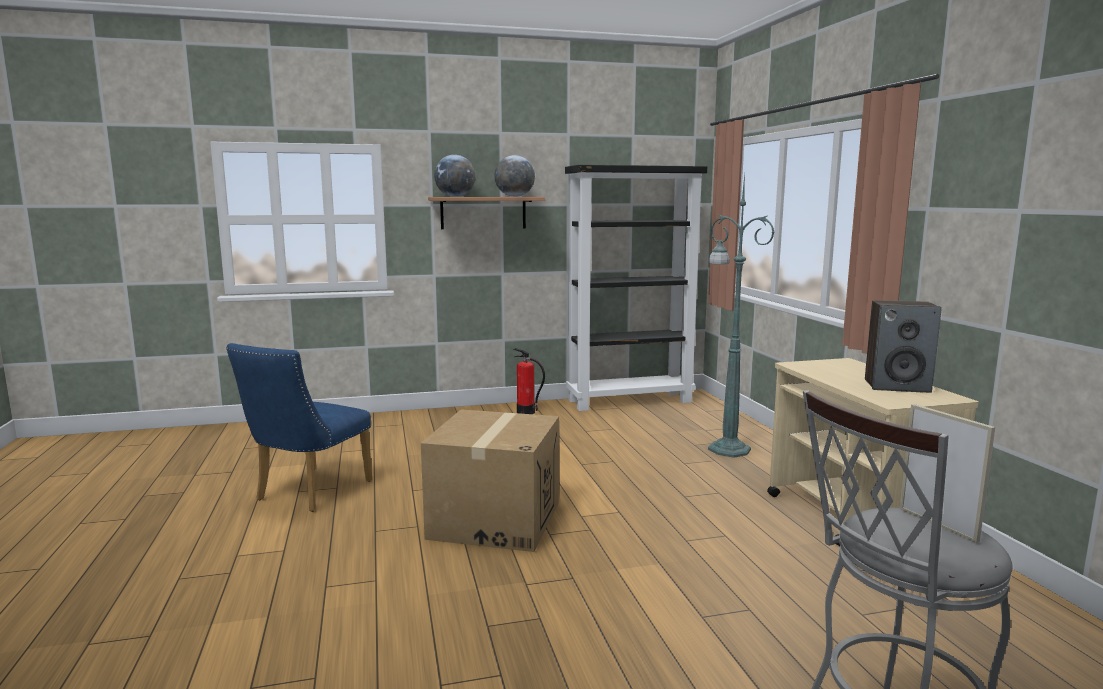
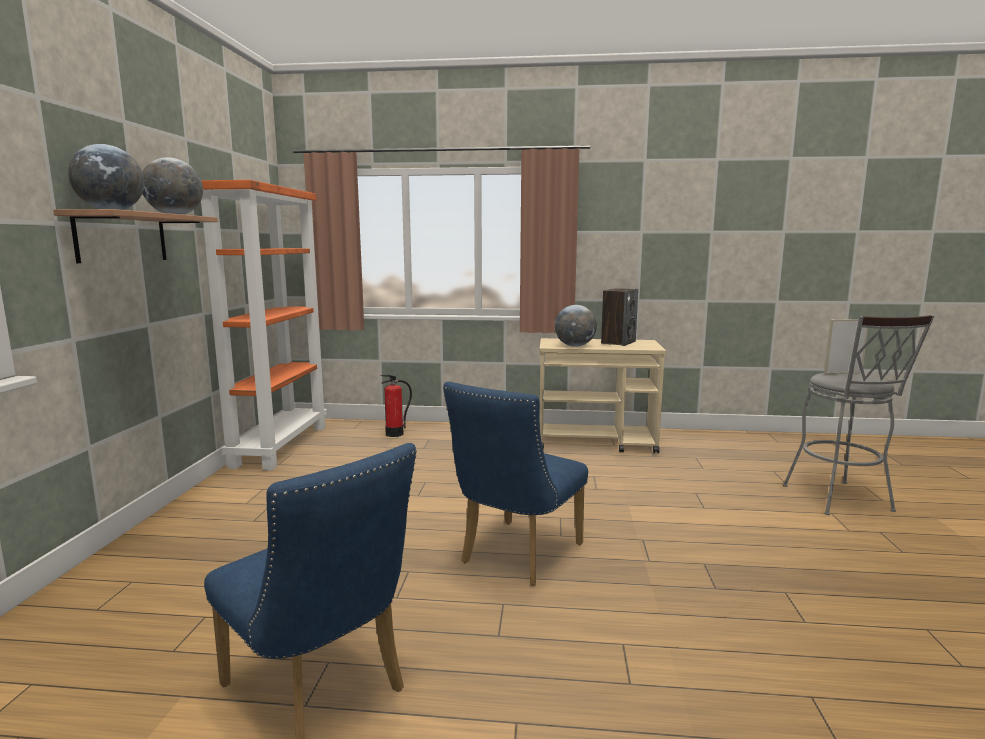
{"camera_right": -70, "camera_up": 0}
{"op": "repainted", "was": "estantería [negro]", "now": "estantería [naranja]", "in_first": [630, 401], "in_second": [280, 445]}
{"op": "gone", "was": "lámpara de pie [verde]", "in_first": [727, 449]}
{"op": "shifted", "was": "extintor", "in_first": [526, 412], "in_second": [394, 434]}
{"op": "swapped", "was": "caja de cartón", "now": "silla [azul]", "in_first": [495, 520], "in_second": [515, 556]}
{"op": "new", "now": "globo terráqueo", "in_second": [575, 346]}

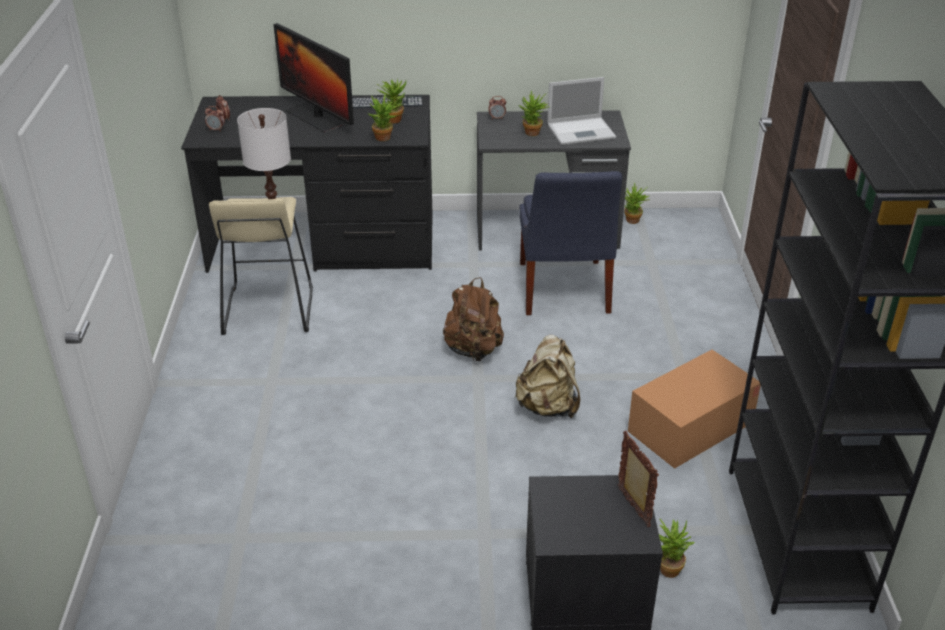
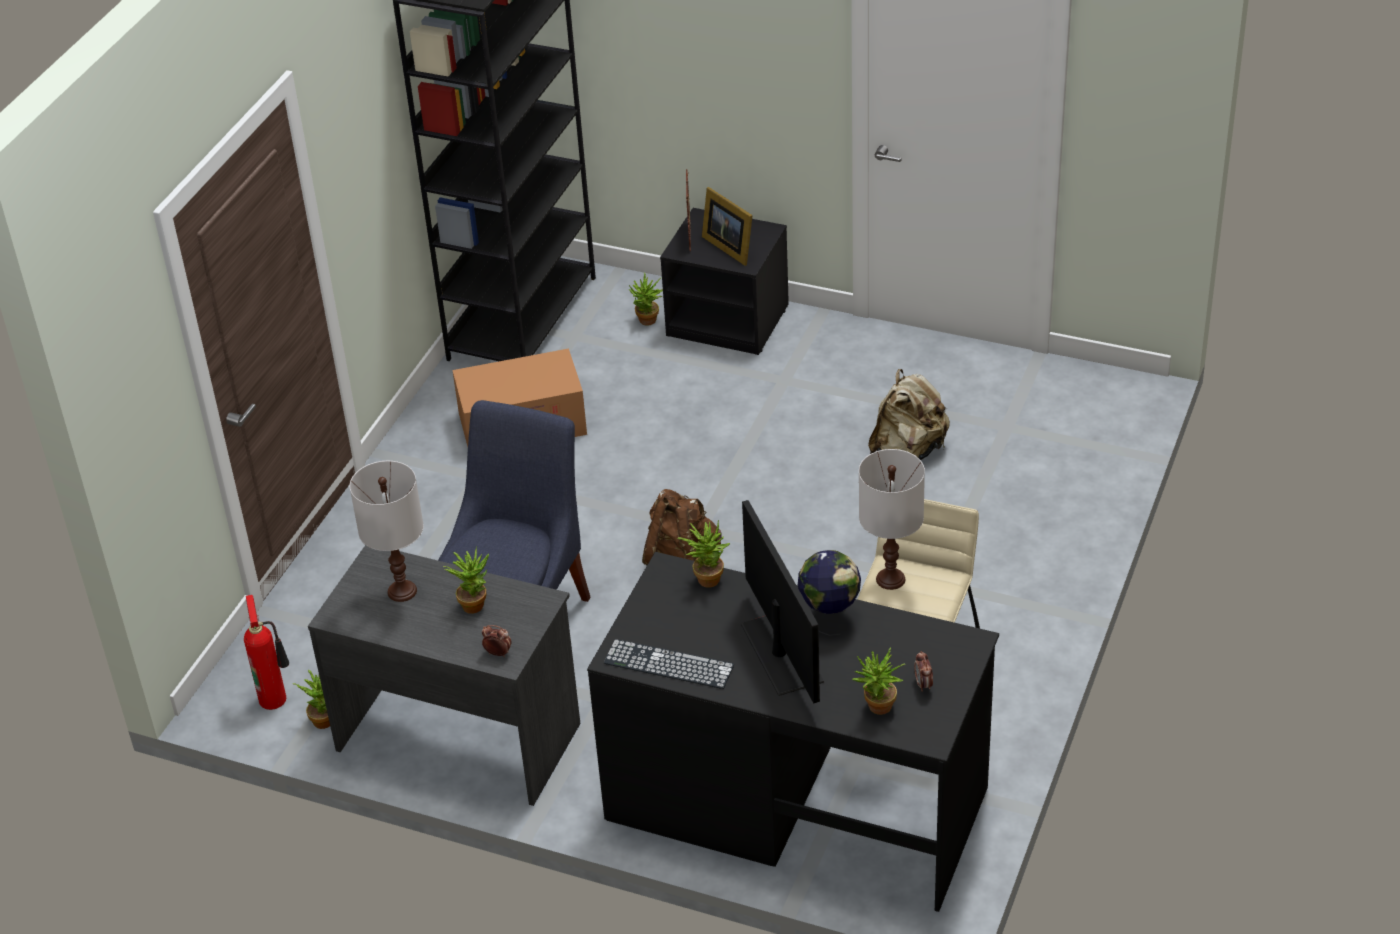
{"camera_right": -155, "camera_up": 5}
{"op": "swapped", "was": "portátil", "now": "lámpara de mesa [blanco]", "in_first": [582, 131], "in_second": [401, 591]}
{"op": "shifted", "was": "planta en maceta", "in_first": [394, 119], "in_second": [877, 709]}
{"op": "gone", "was": "despertador", "in_first": [216, 130]}
{"op": "shifted", "was": "mochila [beis]", "in_first": [548, 407], "in_second": [908, 451]}
{"op": "new", "now": "portarretratos", "in_second": [729, 246]}
{"op": "new", "now": "globo terráqueo", "in_second": [829, 616]}
{"op": "new", "now": "extintor", "in_second": [275, 697]}

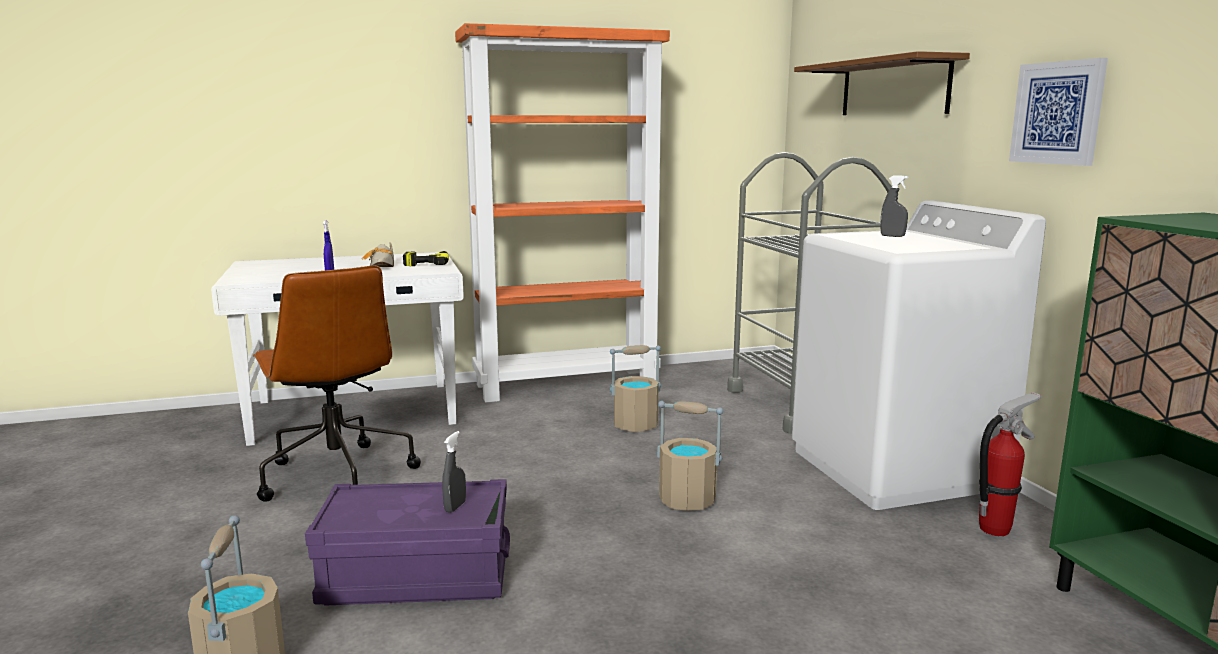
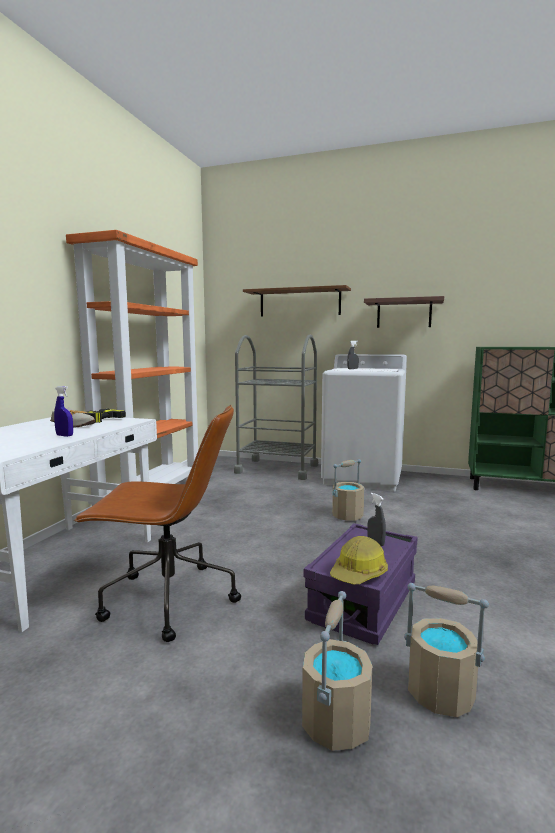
{"camera_right": -55, "camera_up": -5}
{"op": "swapped", "was": "cuadro", "now": "estante", "in_first": [1057, 113], "in_second": [404, 314]}
{"op": "shifted", "was": "cubo [beis]", "in_first": [636, 425], "in_second": [335, 722]}
{"op": "gone", "was": "extintor", "in_first": [995, 529]}
{"op": "new", "now": "casco", "in_second": [359, 573]}

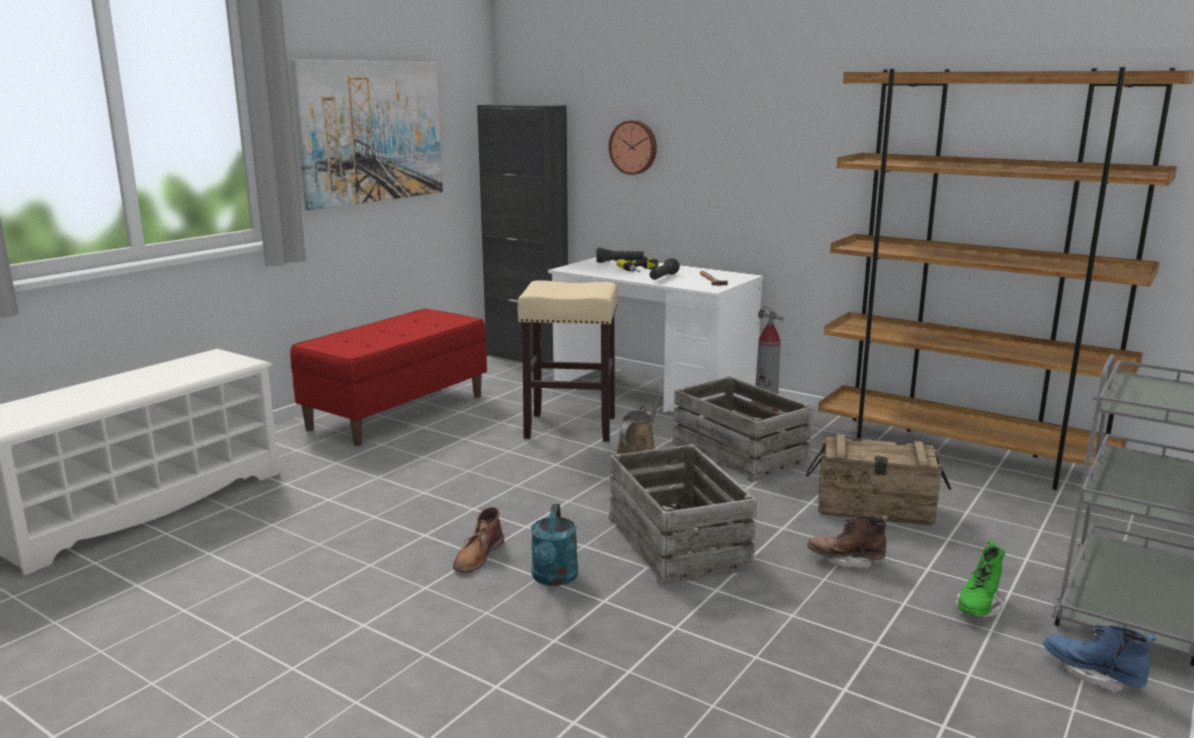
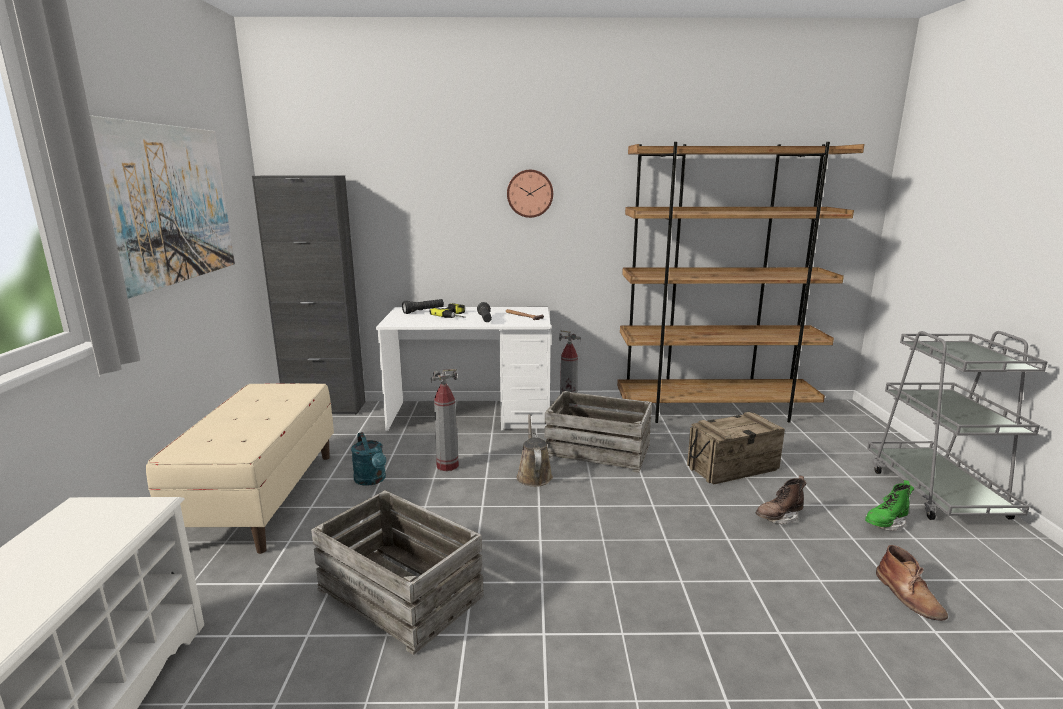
{"camera_right": -35, "camera_up": 0}
{"op": "shifted", "was": "reloj de pared", "in_first": [634, 147], "in_second": [530, 193]}
{"op": "swapped", "was": "taburete [beis]", "now": "extintor", "in_first": [569, 427], "in_second": [447, 466]}
{"op": "repainted", "was": "banco [rojo]", "now": "banco [beis]", "in_first": [397, 412], "in_second": [262, 498]}
{"op": "shifted", "was": "caja de embalaje", "in_first": [678, 542], "in_second": [401, 592]}
{"op": "shifted", "was": "regadera [turquesa]", "in_first": [554, 578], "in_second": [372, 480]}
{"op": "shifted", "was": "bota [marrón]", "in_first": [478, 556], "in_second": [909, 596]}
{"op": "rotated", "was": "bota [verde]", "in_first": [978, 607], "in_second": [885, 524], "clockwise": 60}
{"op": "gone", "was": "bota [azul]", "in_first": [1092, 674]}

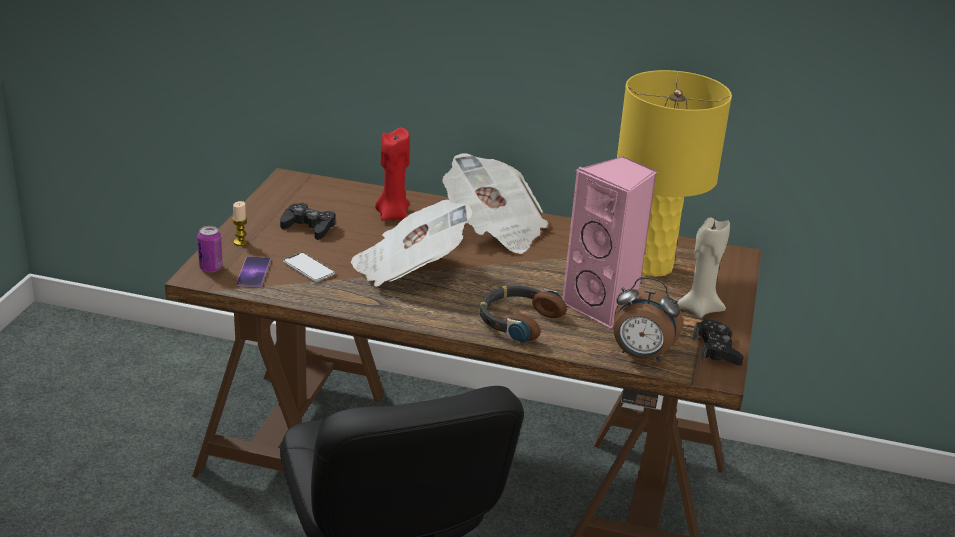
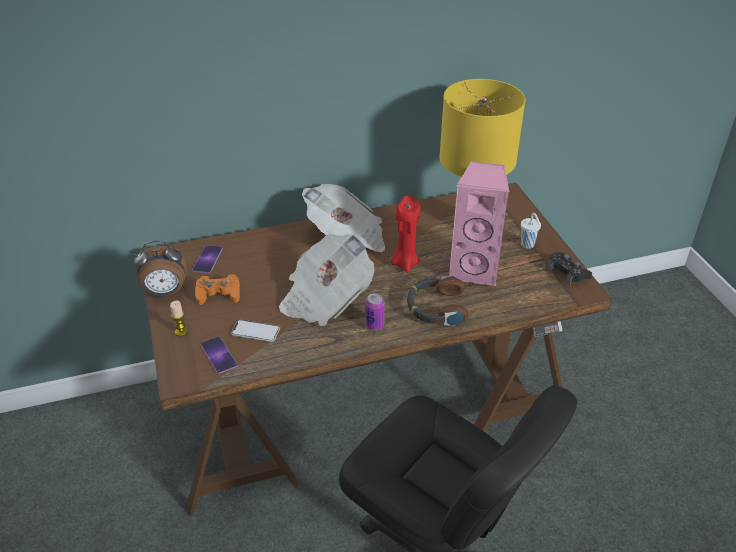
{"camera_right": -30, "camera_up": 10}
{"op": "shifted", "was": "vela [rojo]", "in_first": [392, 215], "in_second": [405, 263]}
{"op": "repainted", "was": "mando de consola [negro]", "now": "mando de consola [naranja]", "in_first": [309, 227], "in_second": [218, 294]}
{"op": "swapped", "was": "vela [beis]", "now": "taza [blanco]", "in_first": [699, 309], "in_second": [528, 245]}
{"op": "shifted", "was": "lata", "in_first": [211, 268], "in_second": [374, 325]}
{"op": "shifted", "was": "despertador", "in_first": [641, 356], "in_second": [165, 293]}
{"op": "new", "now": "móvil", "in_second": [207, 259]}

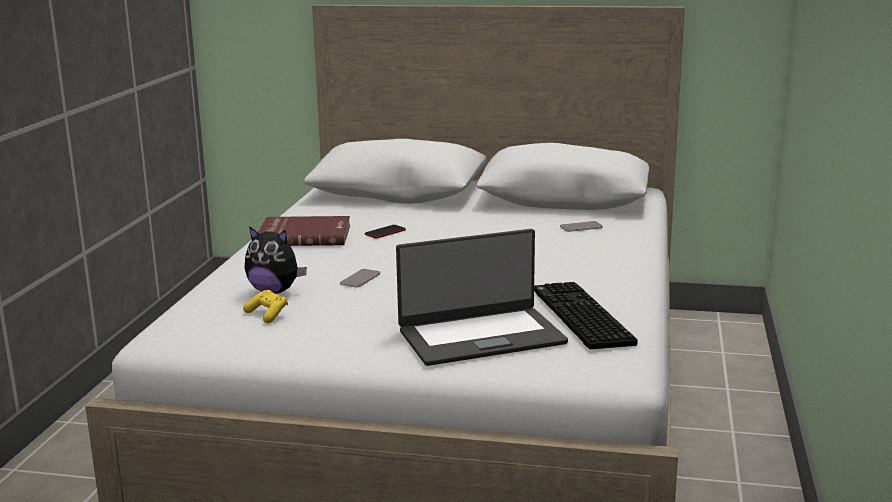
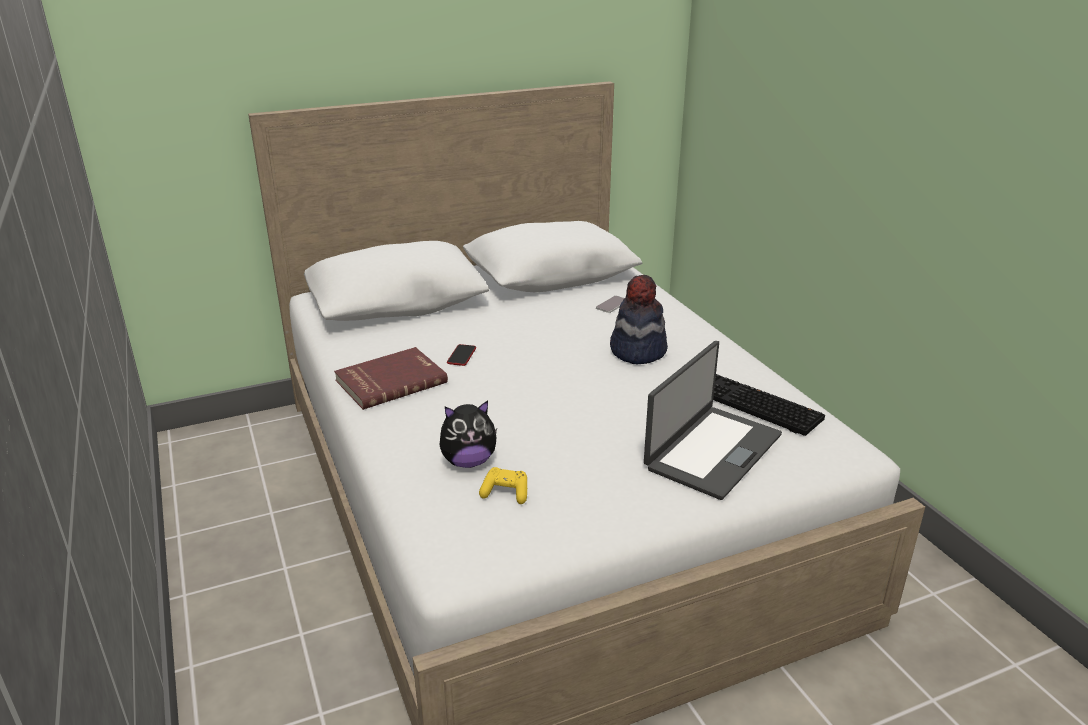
{"camera_right": -35, "camera_up": 10}
{"op": "gone", "was": "móvil", "in_first": [360, 279]}
{"op": "new", "now": "sombrero", "in_second": [637, 350]}

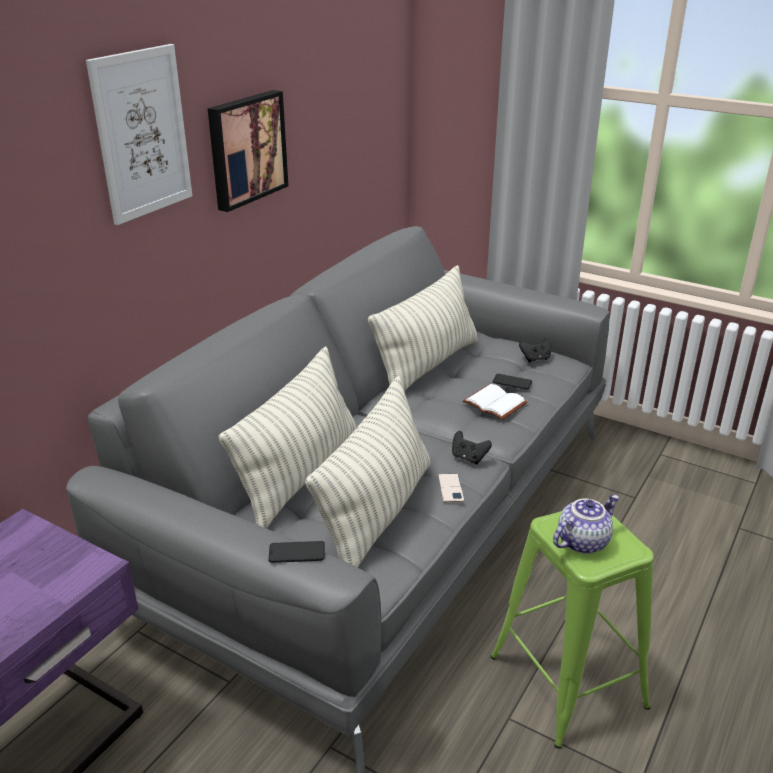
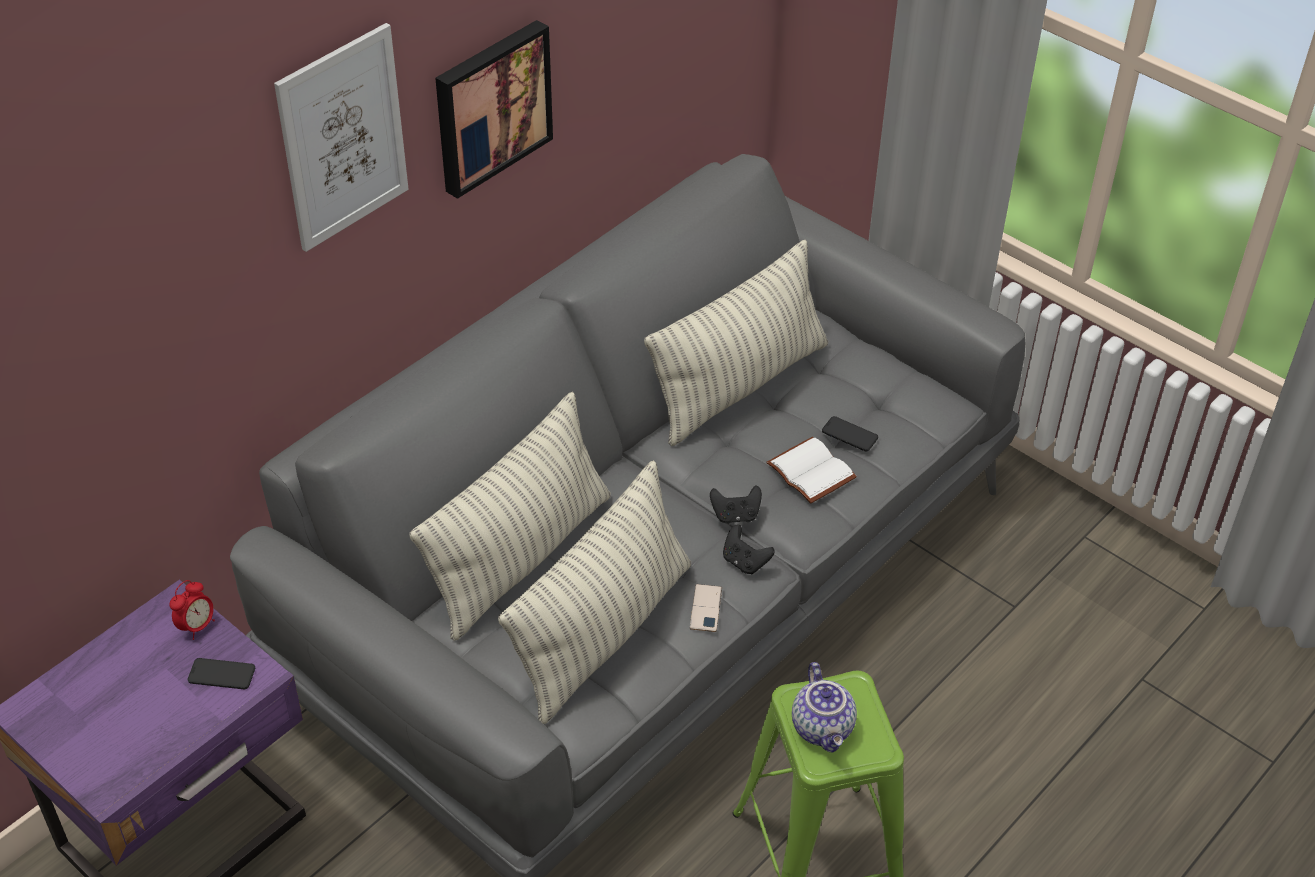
{"camera_right": 10, "camera_up": 15}
{"op": "shifted", "was": "mando de consola [negro]", "in_first": [535, 359], "in_second": [735, 515]}
{"op": "rotated", "was": "tetera", "in_first": [582, 541], "in_second": [824, 728], "clockwise": 105}
{"op": "shifted", "was": "móvil", "in_first": [297, 552], "in_second": [221, 674]}
{"op": "new", "now": "despertador", "in_second": [197, 626]}

